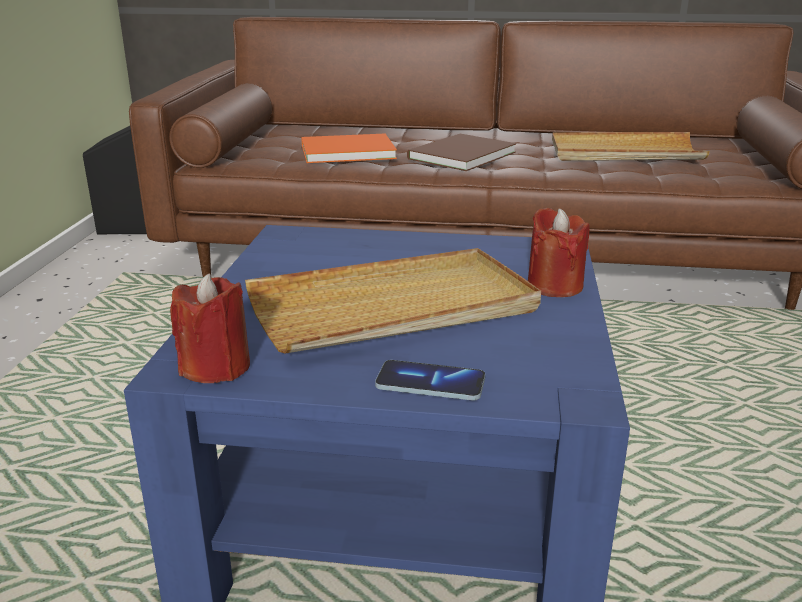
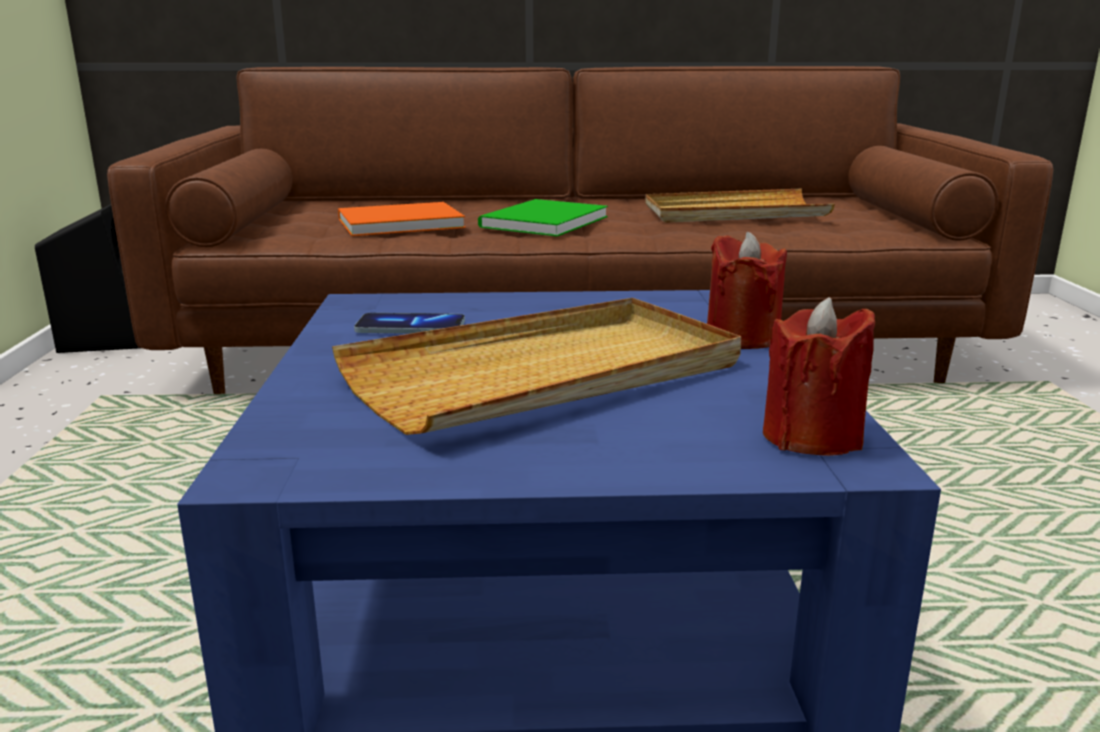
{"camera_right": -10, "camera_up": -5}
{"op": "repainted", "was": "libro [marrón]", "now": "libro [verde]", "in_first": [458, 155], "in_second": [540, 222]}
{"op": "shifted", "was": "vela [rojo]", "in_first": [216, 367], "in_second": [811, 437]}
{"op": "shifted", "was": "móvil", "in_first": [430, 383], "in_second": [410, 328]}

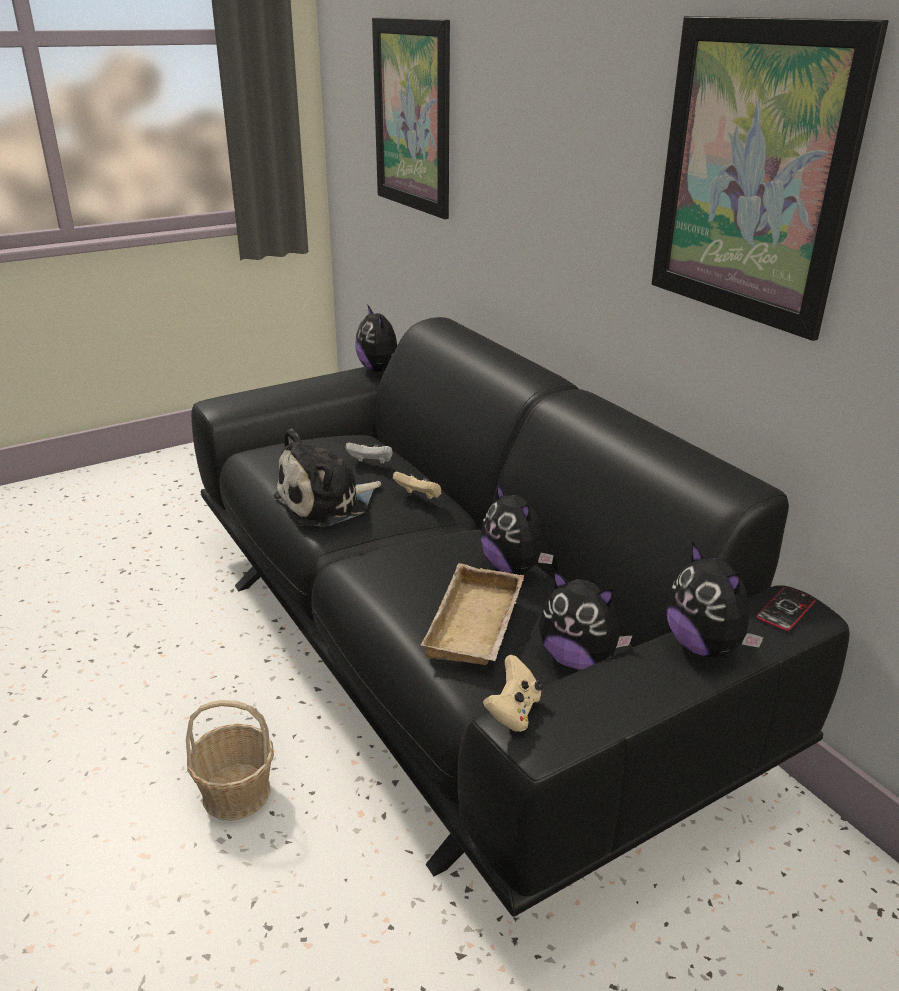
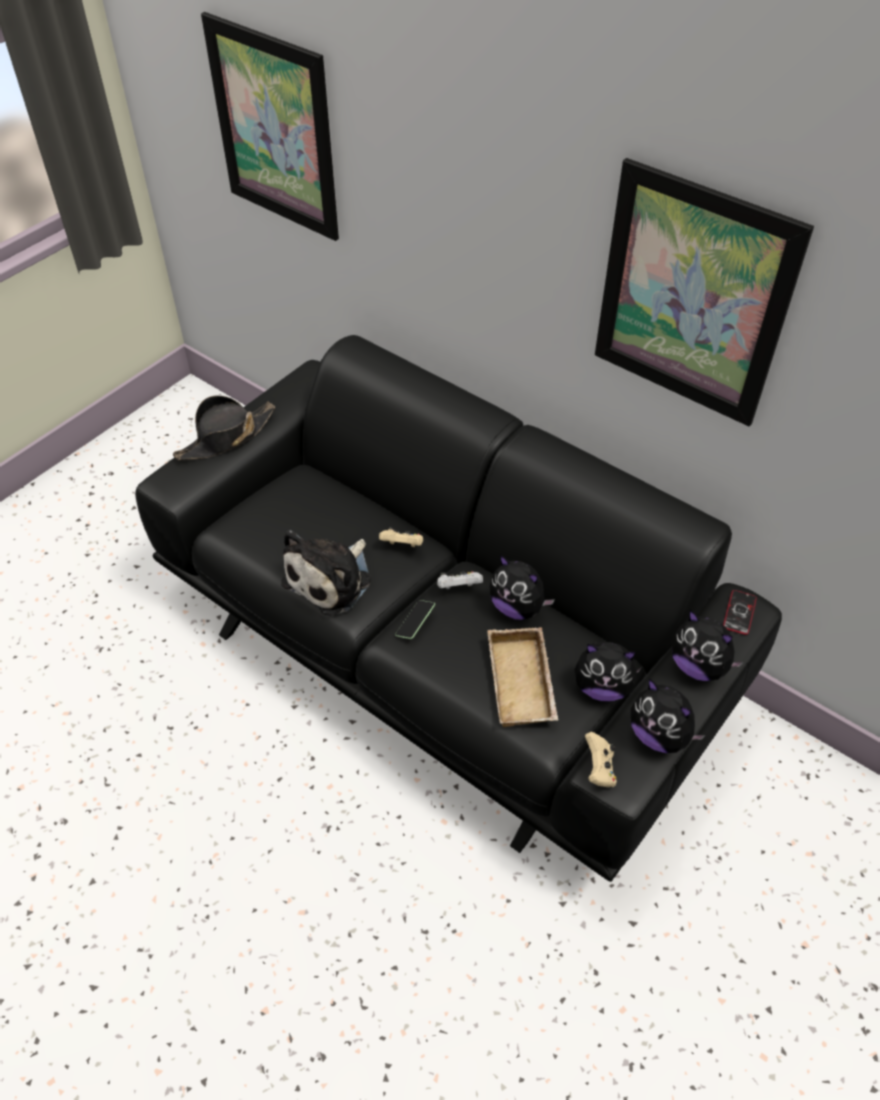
{"camera_right": -20, "camera_up": 20}
{"op": "shifted", "was": "peluche", "in_first": [380, 369], "in_second": [659, 735]}
{"op": "shifted", "was": "mando de consola [blanco]", "in_first": [371, 463], "in_second": [458, 588]}
{"op": "gone", "was": "cesta", "in_first": [236, 793]}
{"op": "new", "now": "sombrero [negro]", "in_second": [226, 437]}
{"op": "new", "now": "móvil", "in_second": [415, 623]}

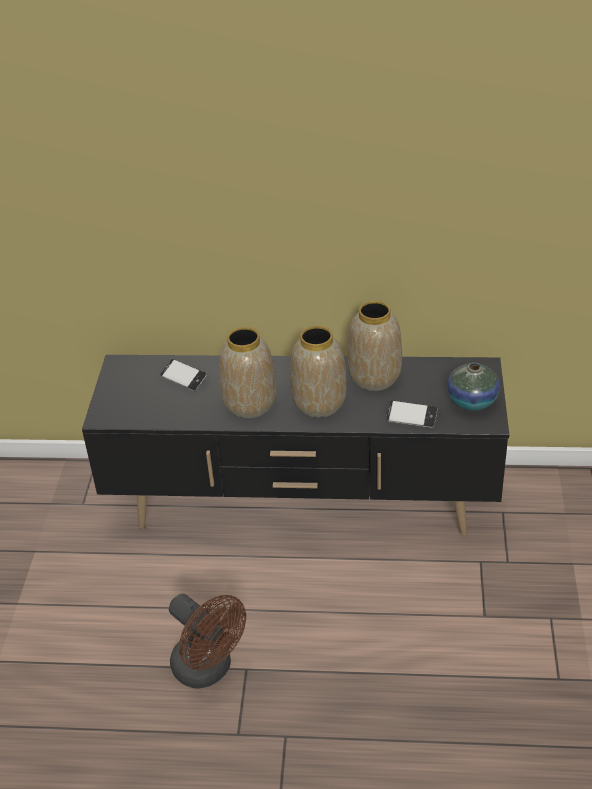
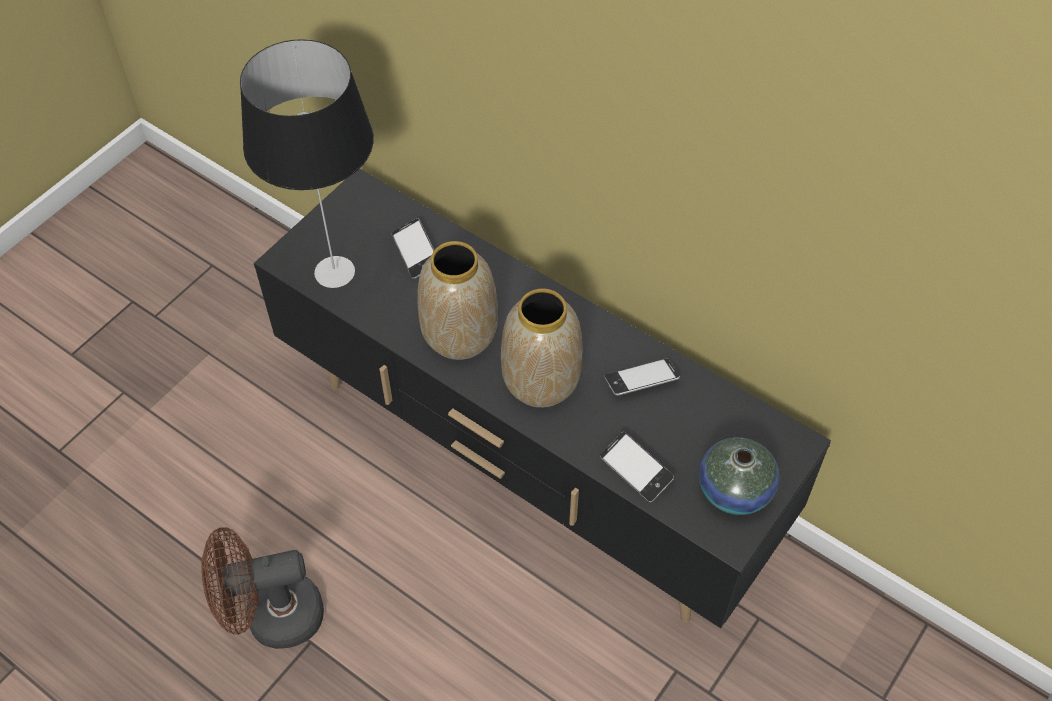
{"camera_right": 30, "camera_up": 15}
{"op": "swapped", "was": "florero", "now": "móvil", "in_first": [375, 377], "in_second": [641, 380]}
{"op": "rotated", "was": "ventilador [marrón]", "in_first": [208, 670], "in_second": [272, 617], "clockwise": 90}
{"op": "new", "now": "lámpara de mesa", "in_second": [336, 272]}

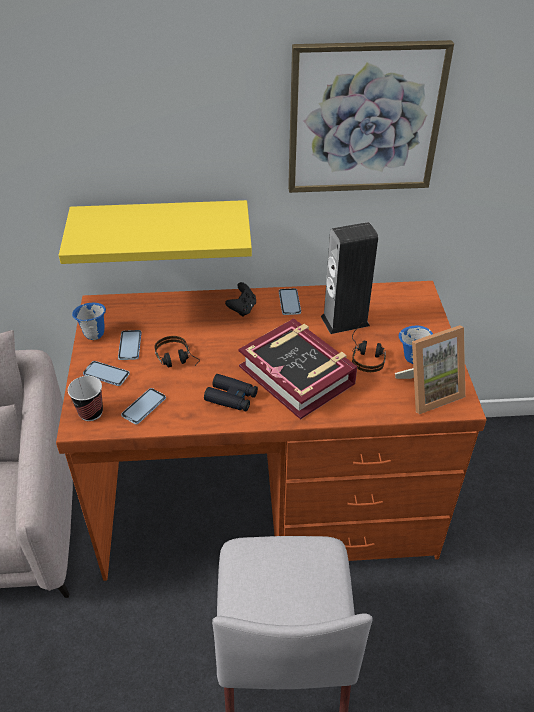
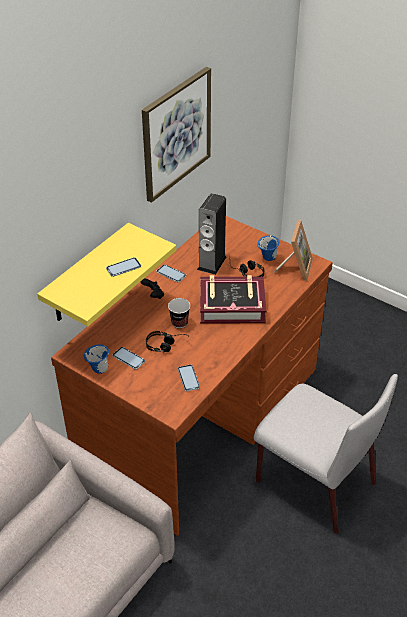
{"camera_right": -50, "camera_up": 0}
{"op": "shifted", "was": "móvil", "in_first": [106, 374], "in_second": [123, 268]}
{"op": "gone", "was": "prismáticos [negro]", "in_first": [231, 397]}
{"op": "shifted", "was": "taza", "in_first": [91, 412], "in_second": [179, 323]}

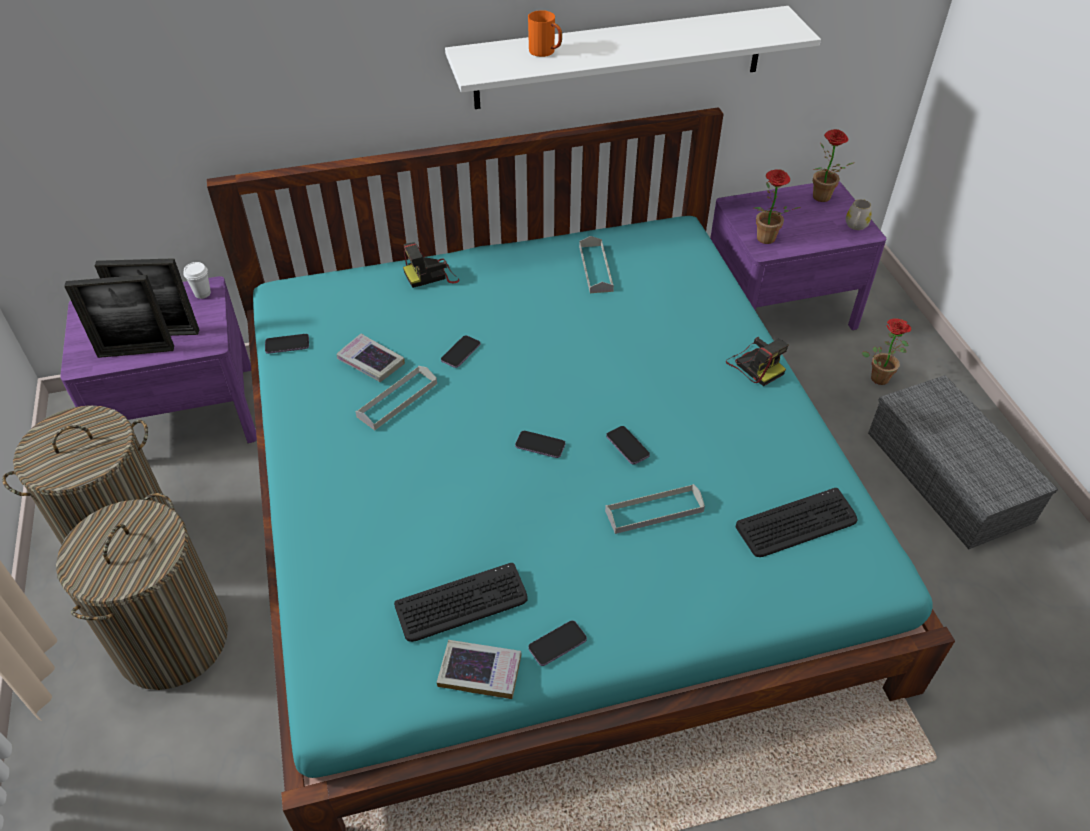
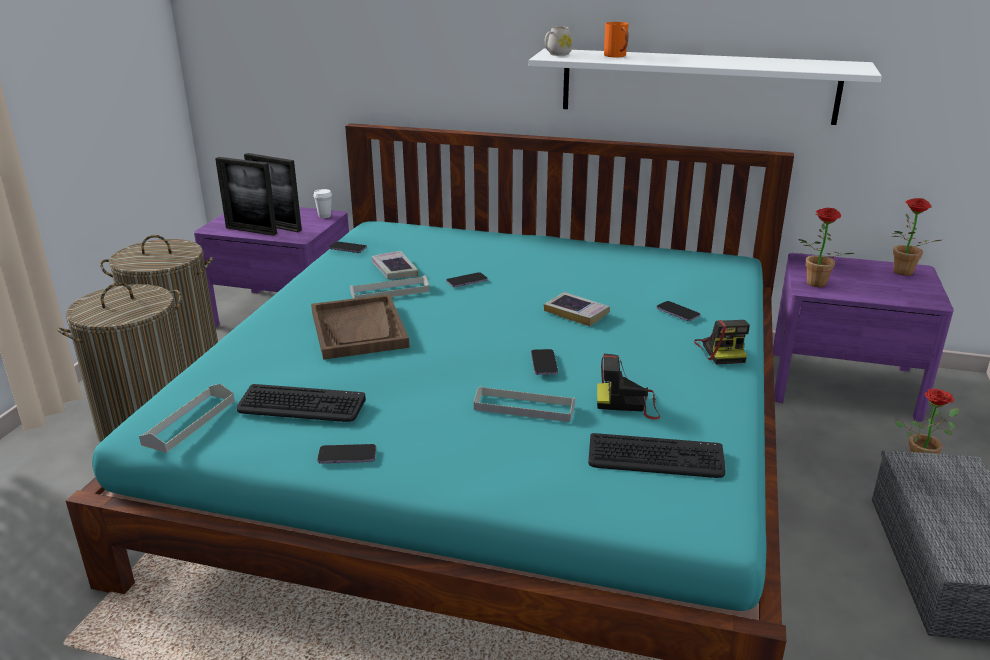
{"camera_right": 30, "camera_up": -20}
{"op": "shifted", "was": "taza grande [blanco]", "in_first": [855, 226], "in_second": [556, 54]}
{"op": "shifted", "was": "bandeja [gris]", "in_first": [595, 268], "in_second": [189, 422]}
{"op": "shifted", "was": "cámara", "in_first": [431, 275], "in_second": [629, 403]}
{"op": "shifted", "was": "móvil", "in_first": [540, 445], "in_second": [678, 313]}
{"op": "shifted", "was": "libro", "in_first": [480, 672], "in_second": [576, 313]}
{"op": "new", "now": "bandeja [marrón]", "in_second": [359, 329]}

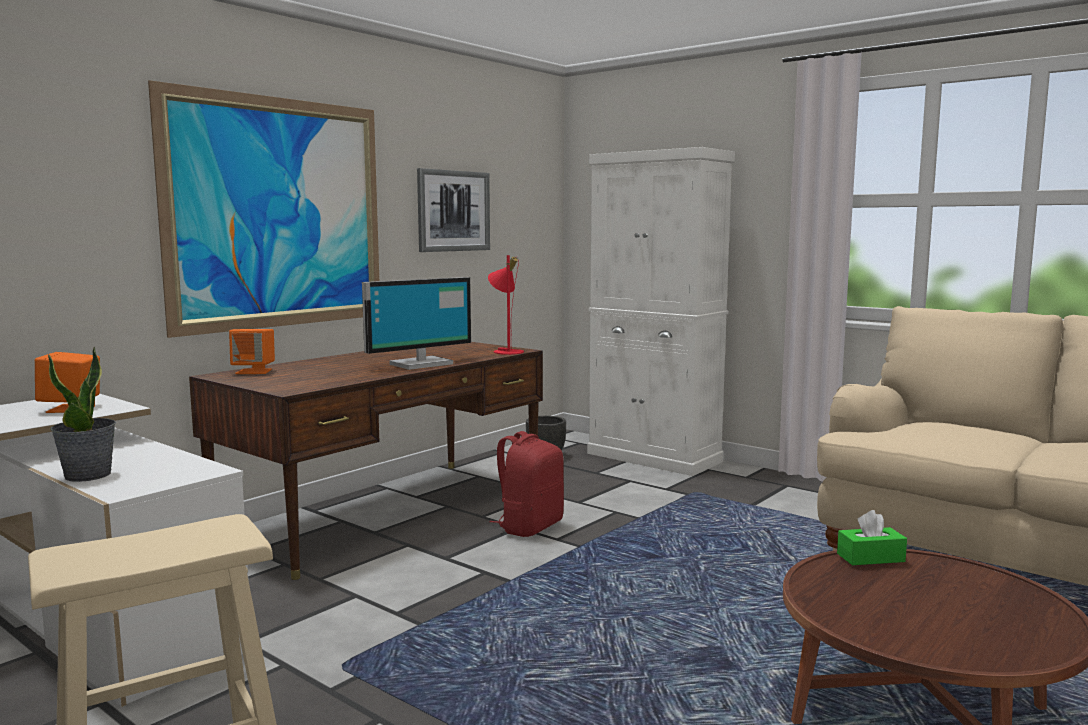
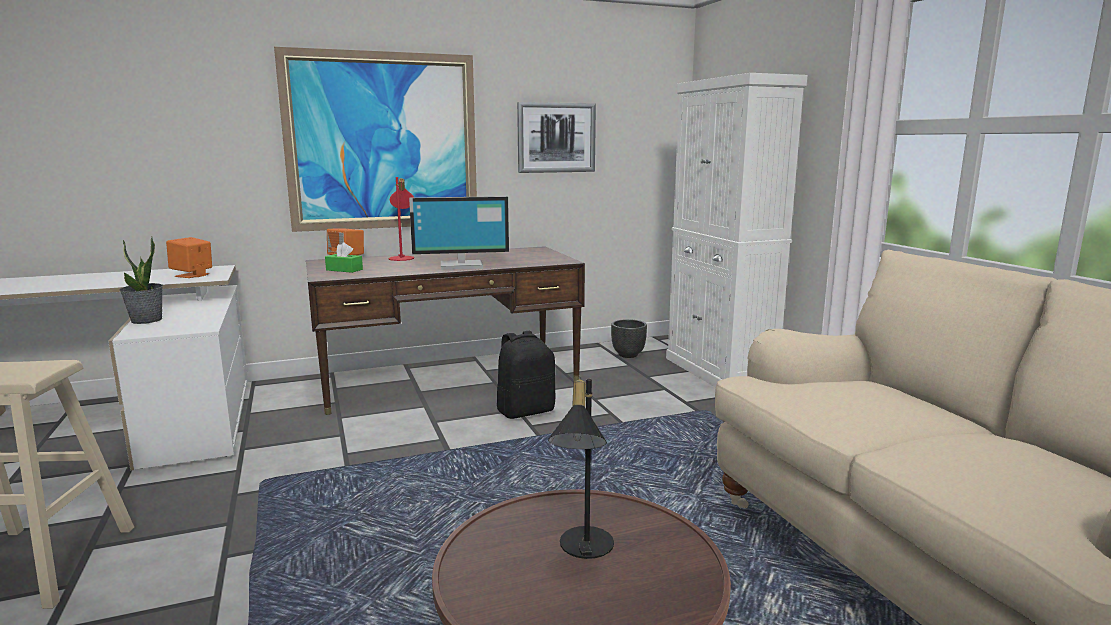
{"camera_right": 30, "camera_up": 5}
{"op": "shifted", "was": "lámpara de mesa [rojo]", "in_first": [506, 351], "in_second": [403, 257]}
{"op": "repainted", "was": "mochila [rojo]", "now": "mochila [negro]", "in_first": [529, 527], "in_second": [526, 411]}
{"op": "shifted", "was": "caja de pañuelos [verde]", "in_first": [870, 557], "in_second": [344, 270]}
{"op": "new", "now": "lámpara de mesa [negro]", "in_second": [582, 548]}

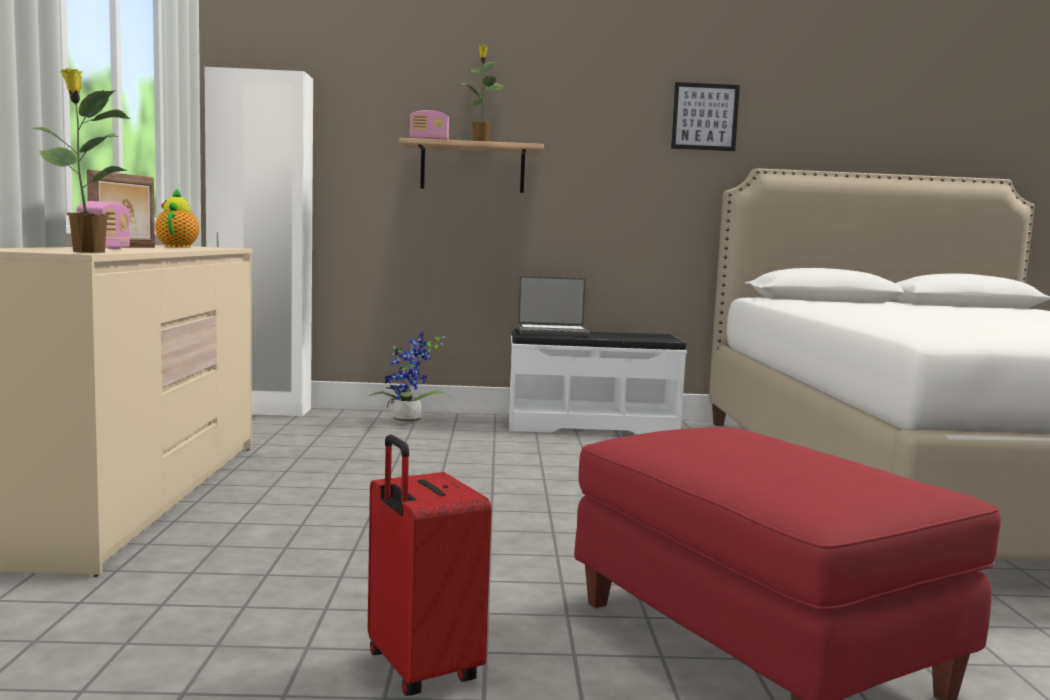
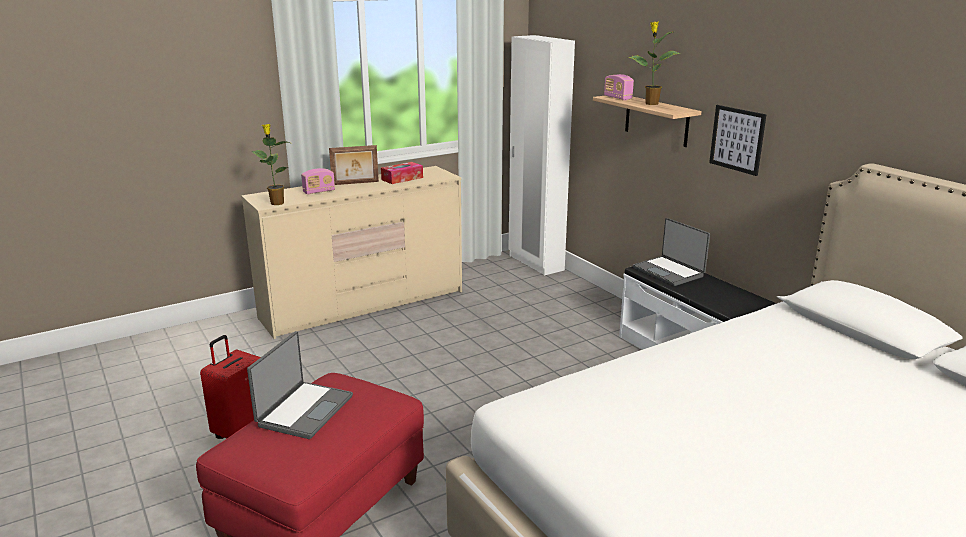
{"camera_right": 60, "camera_up": 15}
{"op": "shifted", "was": "cuadro", "in_first": [704, 117], "in_second": [737, 139]}
{"op": "swapped", "was": "tetera", "now": "caja de pañuelos", "in_first": [178, 247], "in_second": [402, 179]}
{"op": "gone", "was": "planta en maceta", "in_first": [408, 423]}
{"op": "new", "now": "portátil", "in_second": [304, 410]}

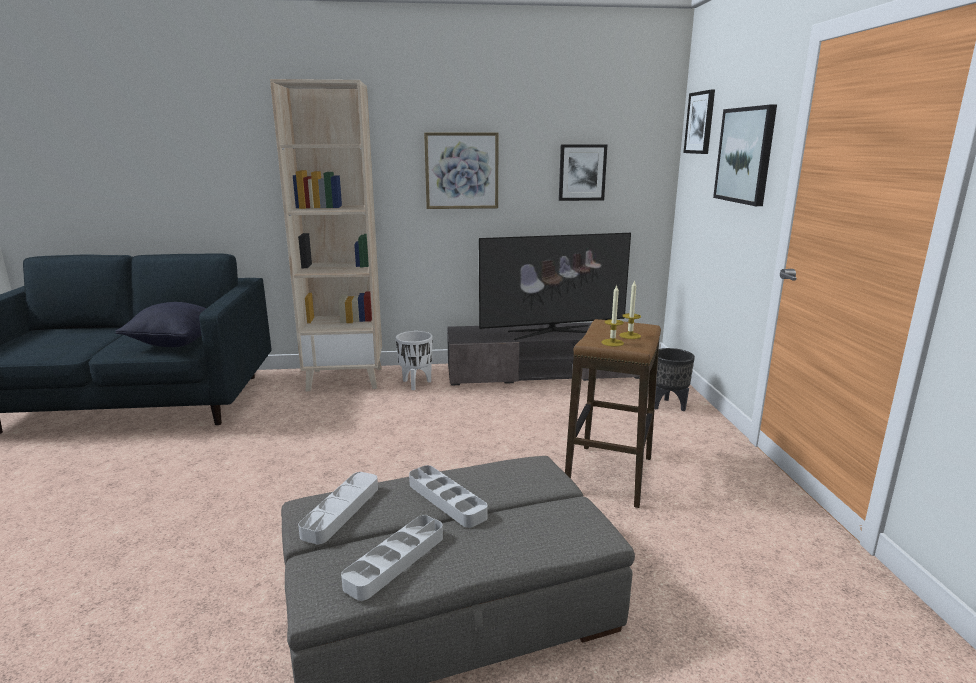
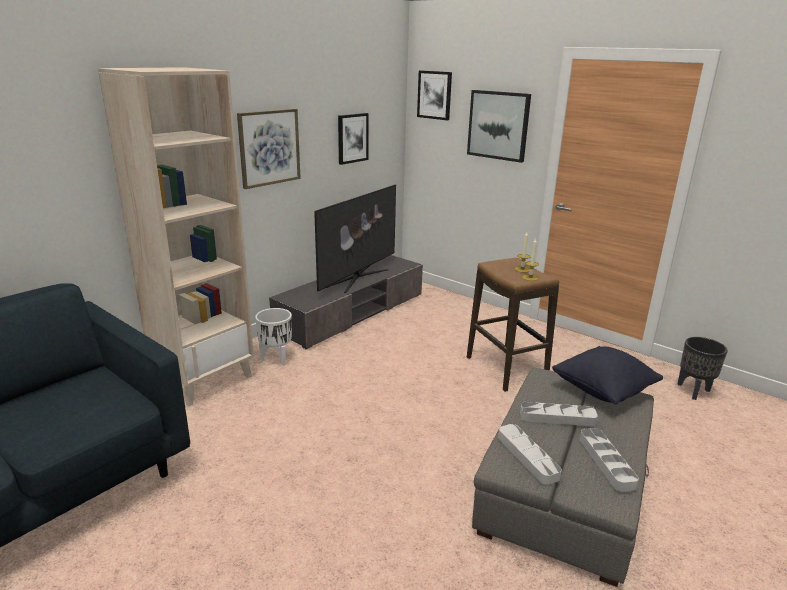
{"camera_right": -45, "camera_up": 5}
{"op": "shifted", "was": "cojín [negro]", "in_first": [176, 343], "in_second": [603, 391]}
{"op": "shifted", "was": "maceta [negro]", "in_first": [668, 406], "in_second": [694, 391]}

